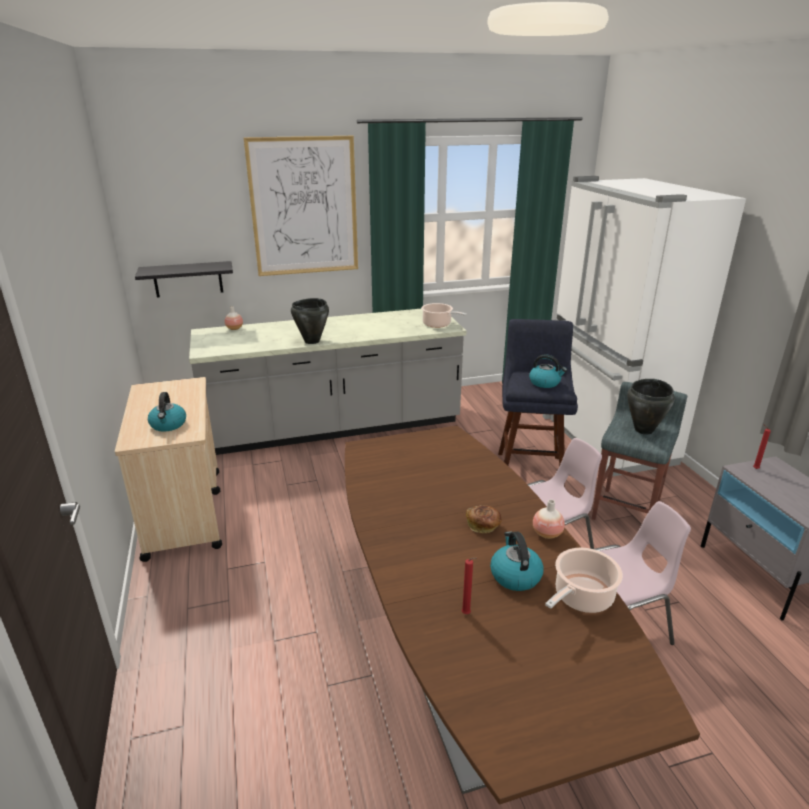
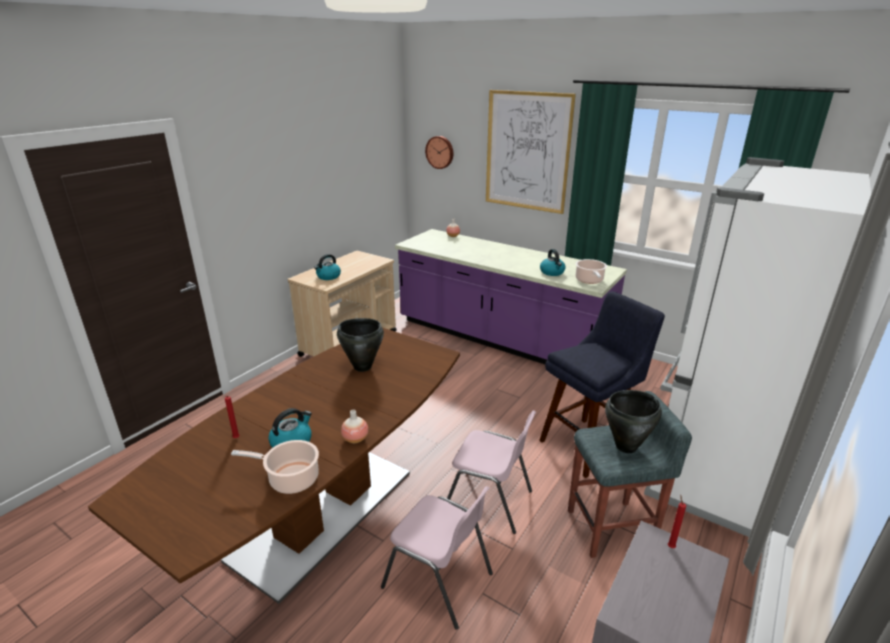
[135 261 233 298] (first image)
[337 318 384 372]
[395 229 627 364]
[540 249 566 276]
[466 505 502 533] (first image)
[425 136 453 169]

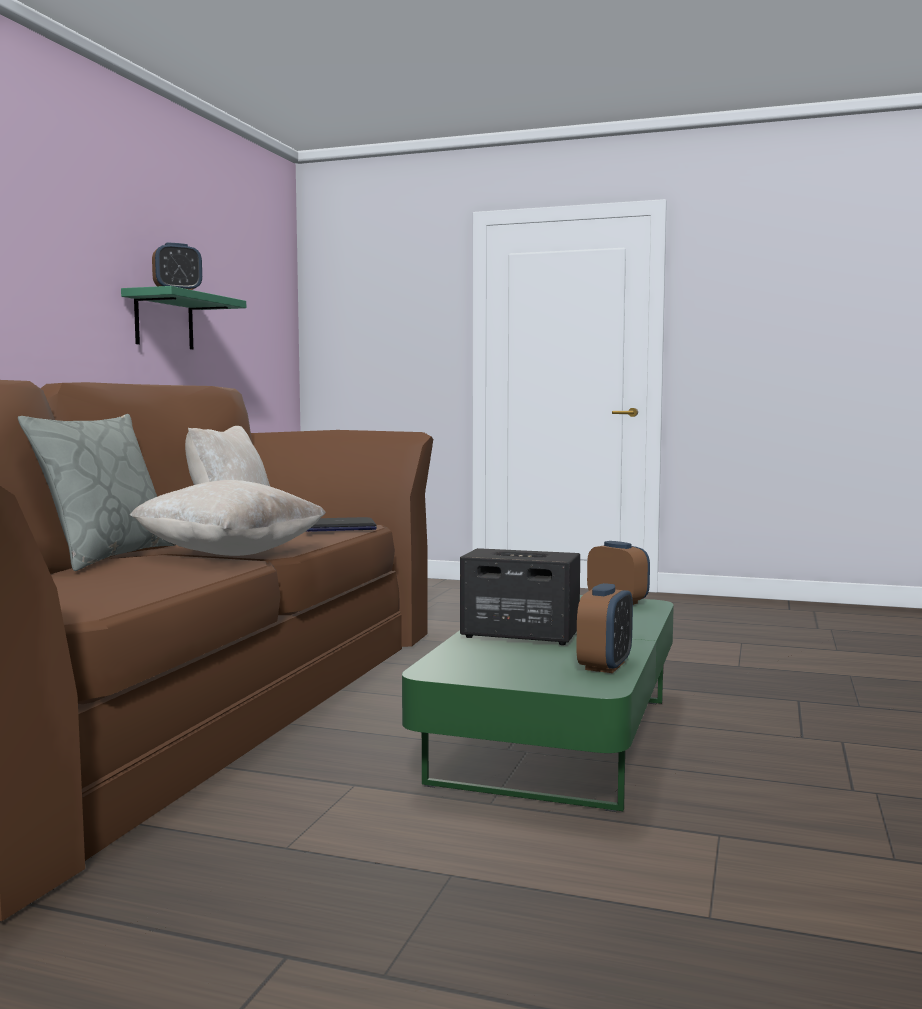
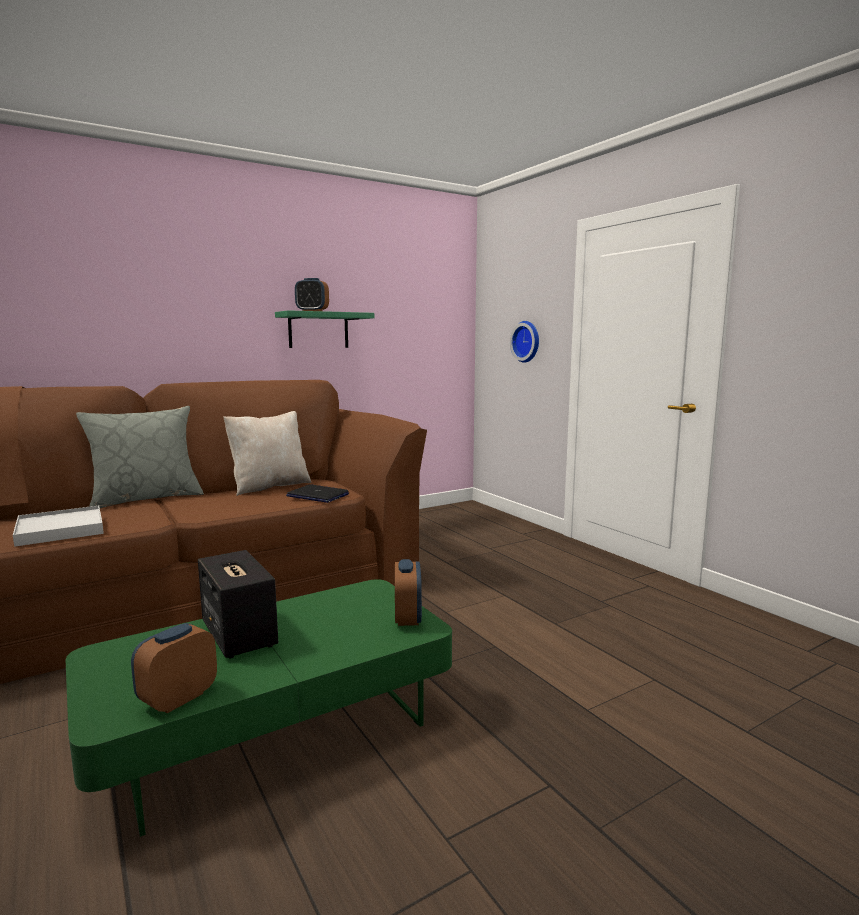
[130 480 326 556] (first image)
[131 623 217 713]
[510 321 539 363]
[13 506 104 547]

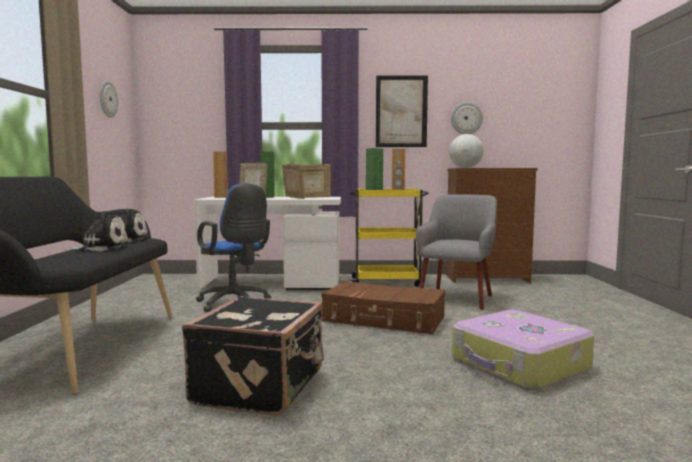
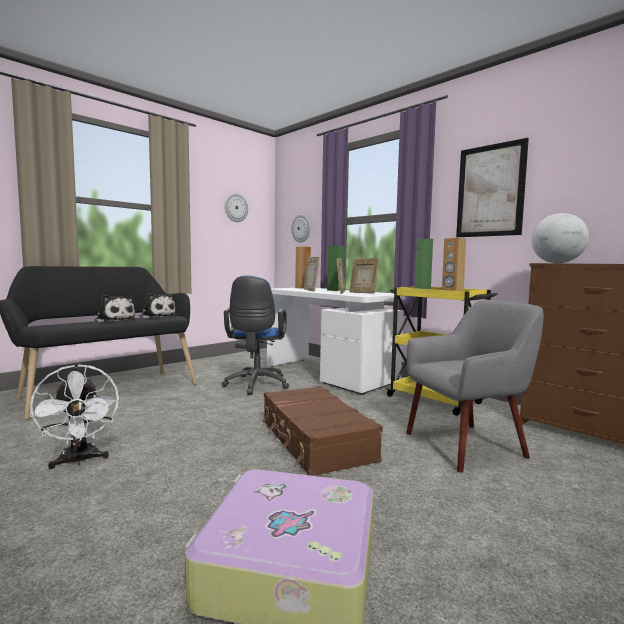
[291 215 310 243]
[29 364 119 469]

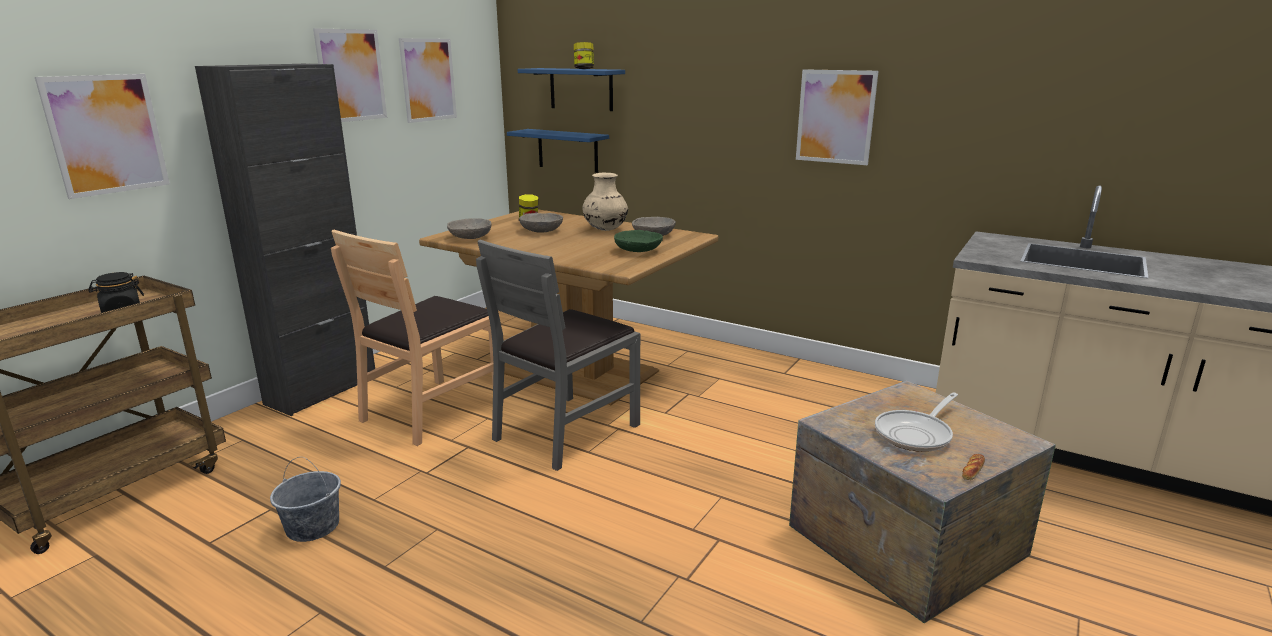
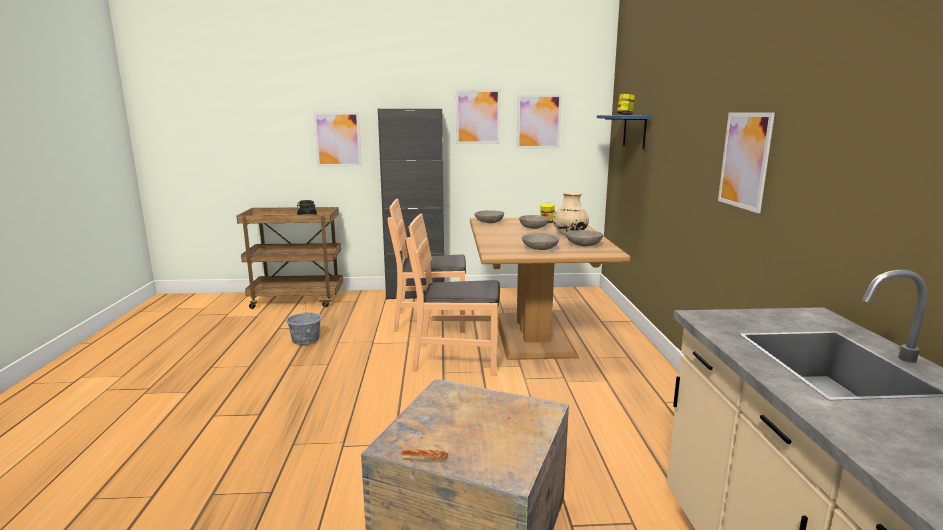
[507 129 609 173] (first image)
[522 233 559 250]
[406 213 500 376]
[875 392 958 452] (first image)

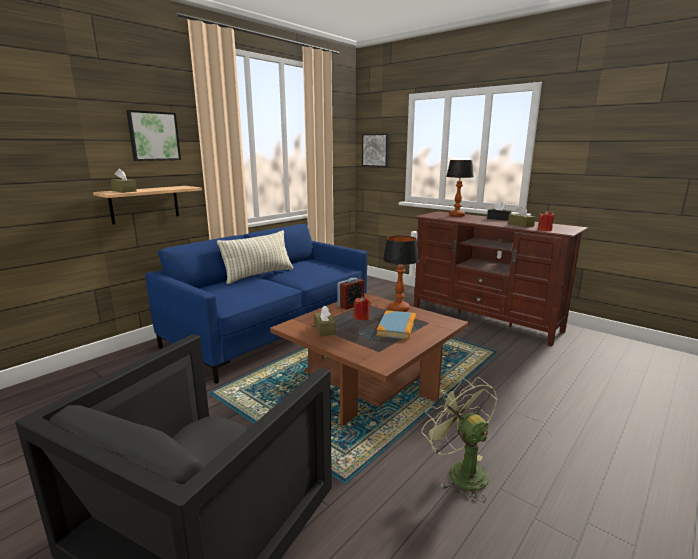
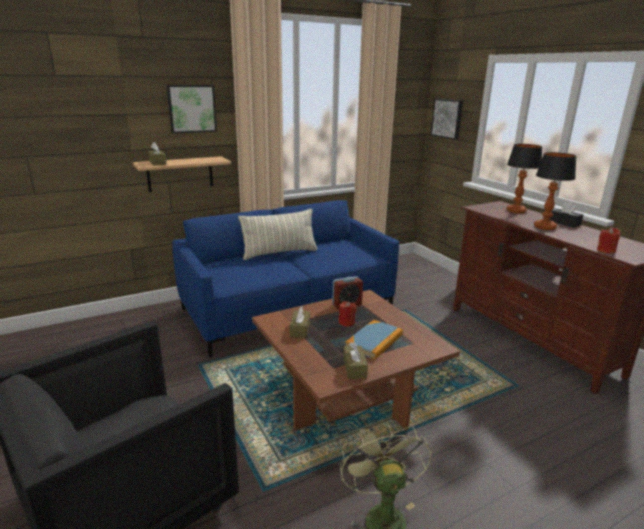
[343 342 368 379]
[534 152 576 230]

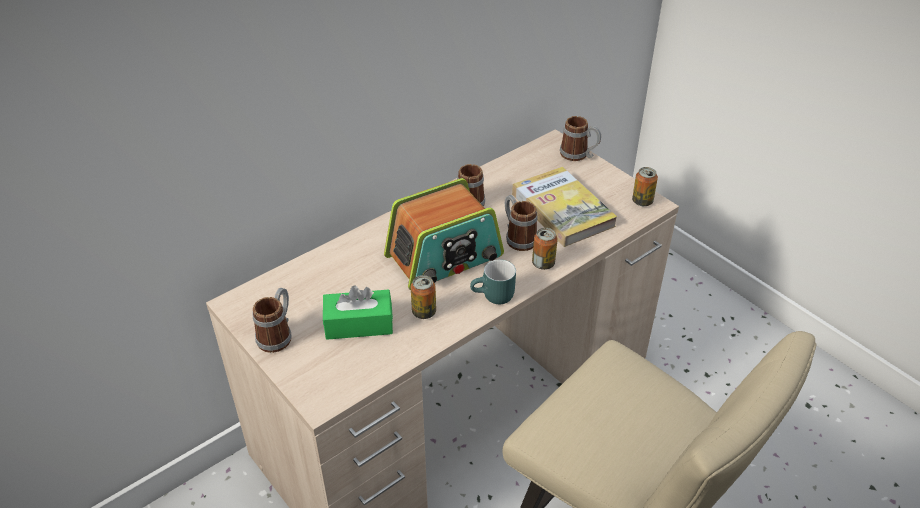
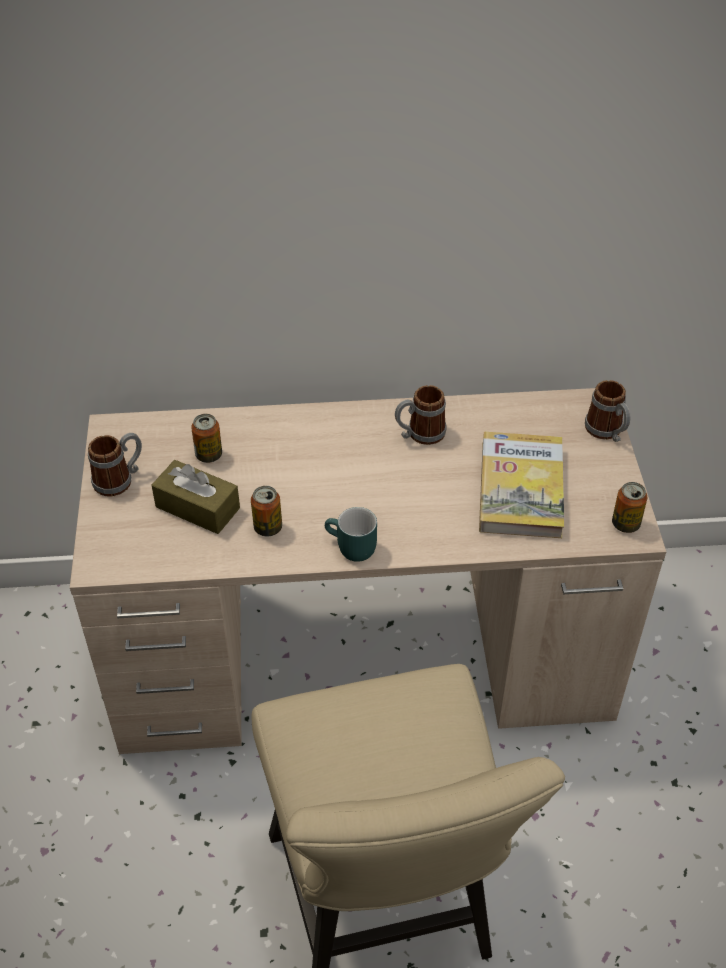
[384 178 504 290] (first image)
[505 195 537 251] (first image)
[191 414 222 463]
[152 460 240 534]

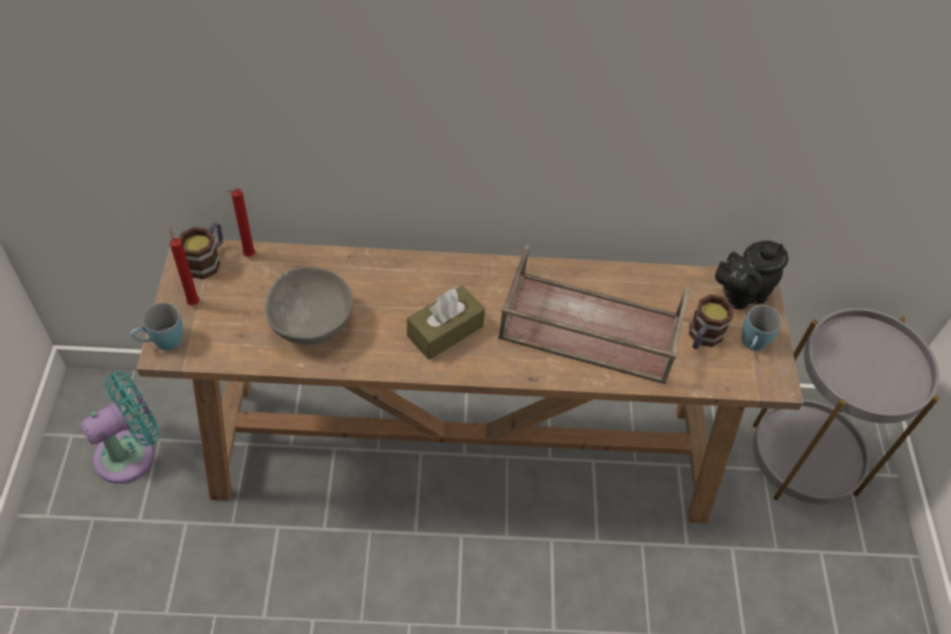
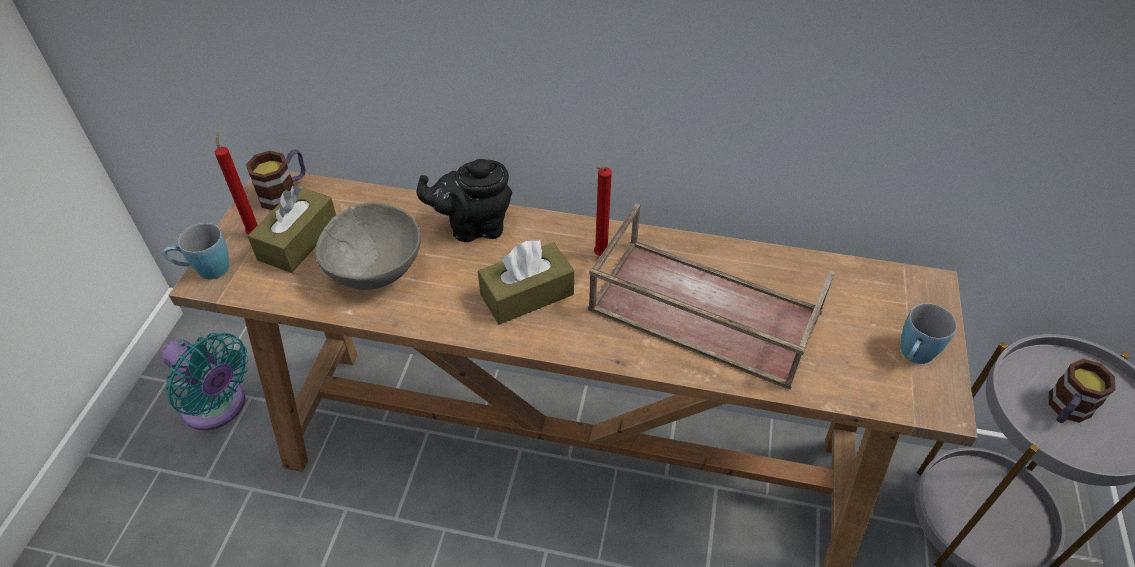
[594 167 612 256]
[417 159 512 242]
[1049 359 1116 423]
[162 332 249 430]
[248 185 336 273]

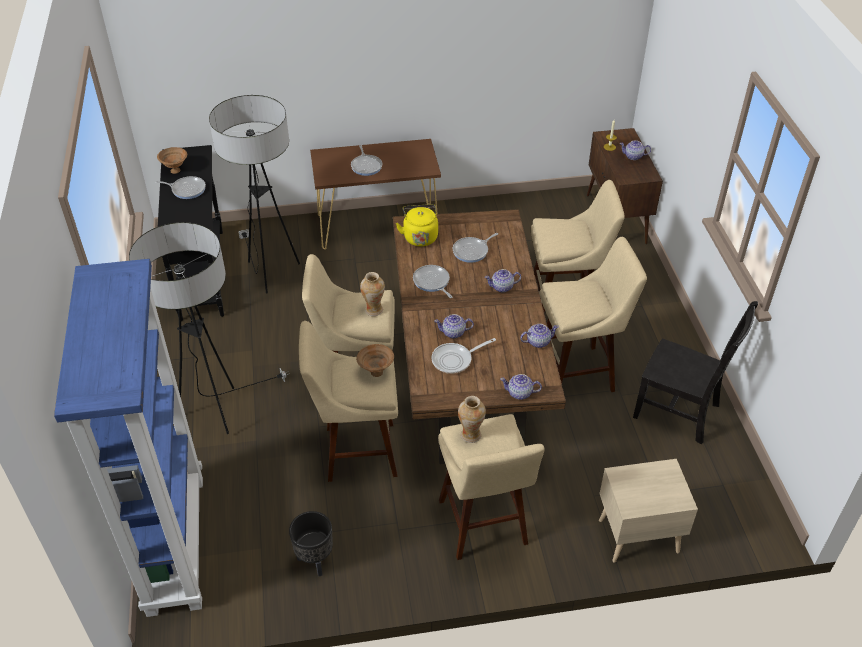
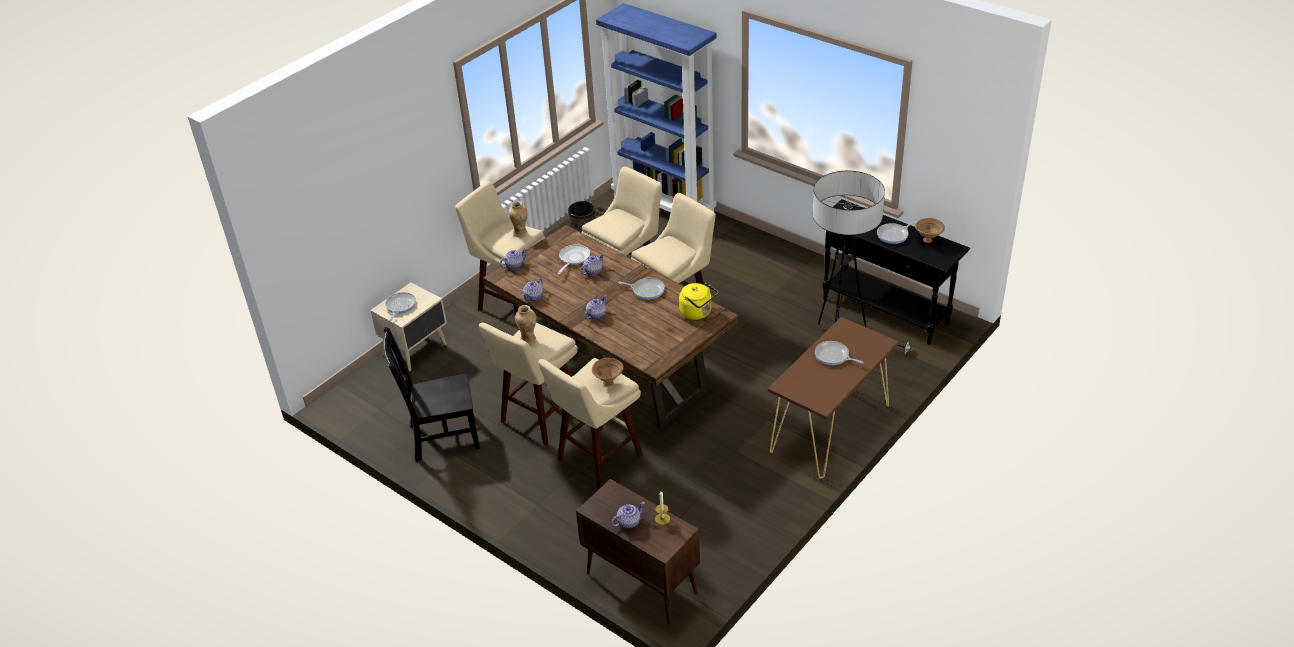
[129 222 290 434] (first image)
[385 292 416 321]
[515 305 536 344]
[592 358 623 386]

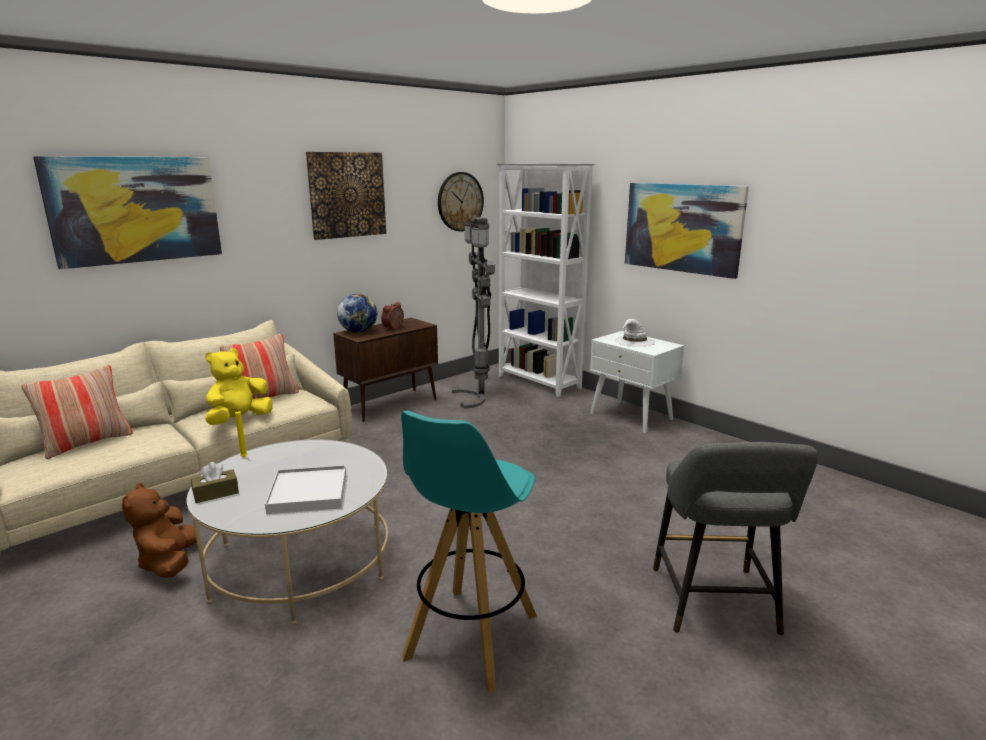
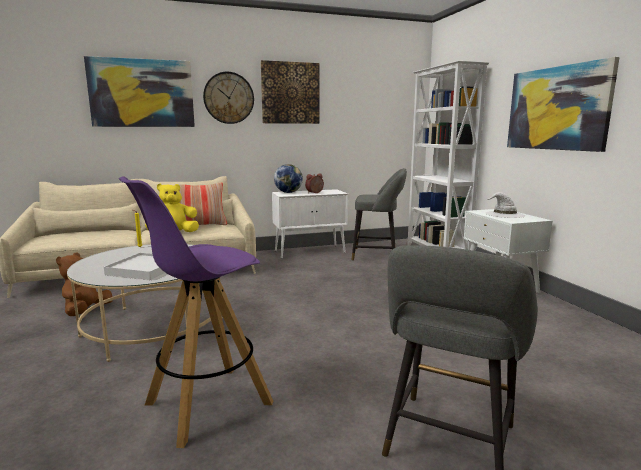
[203 72 254 124]
[351 168 407 261]
[272 189 348 259]
[21 365 133 459] (first image)
[119 176 273 448]
[191 462 239 503] (first image)

